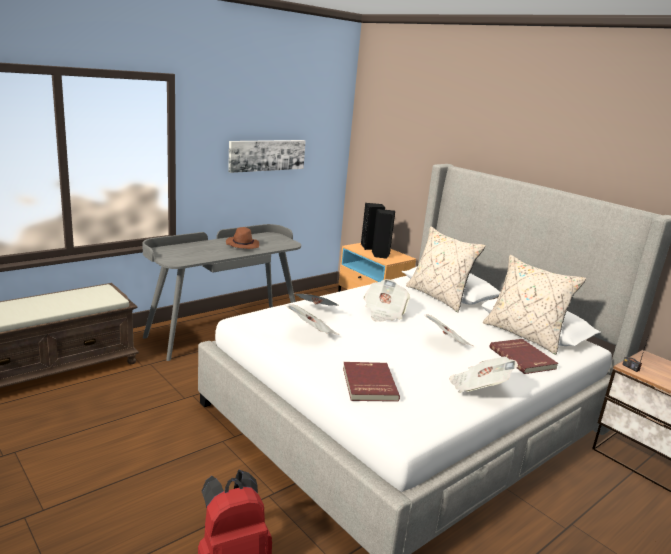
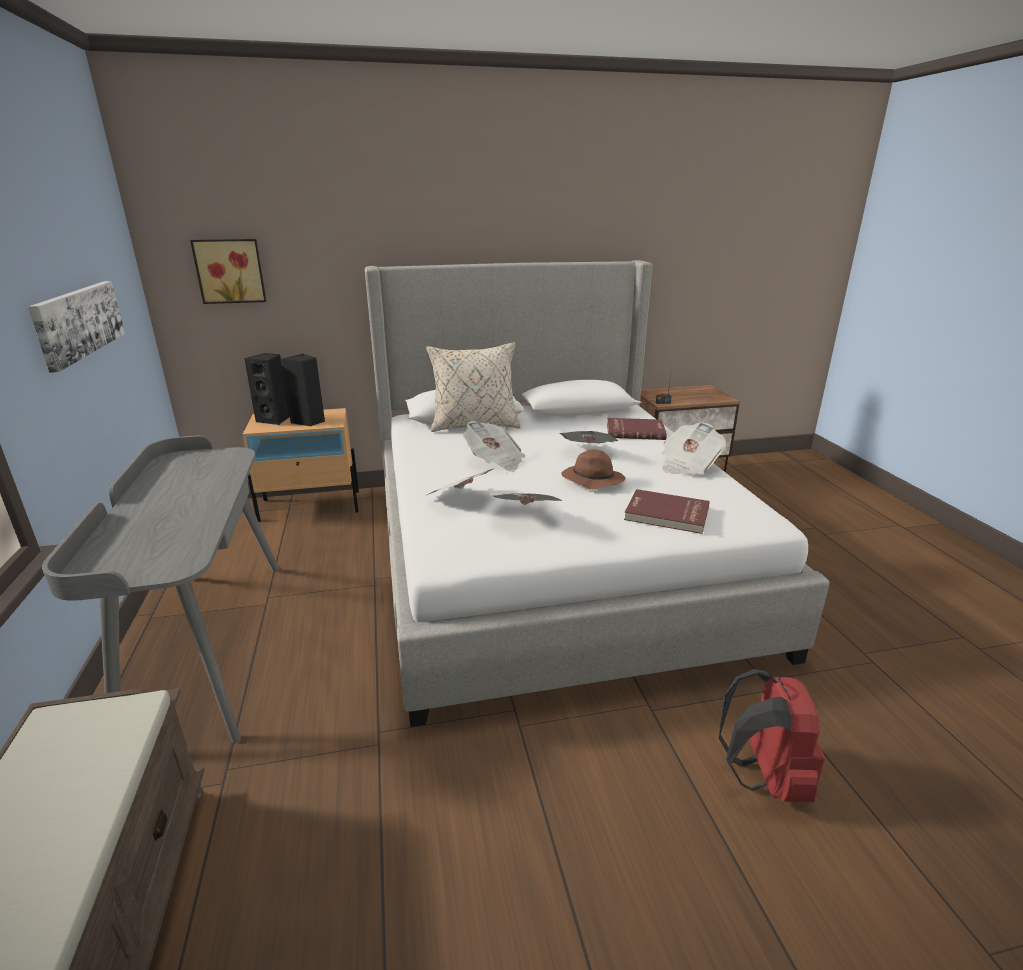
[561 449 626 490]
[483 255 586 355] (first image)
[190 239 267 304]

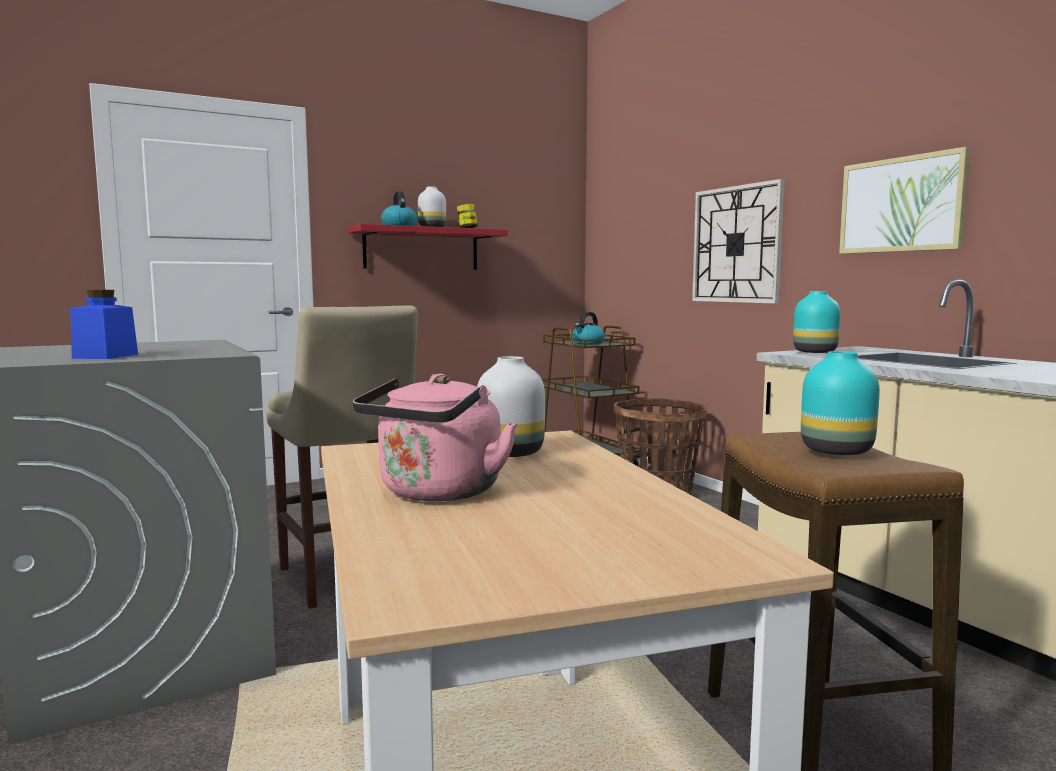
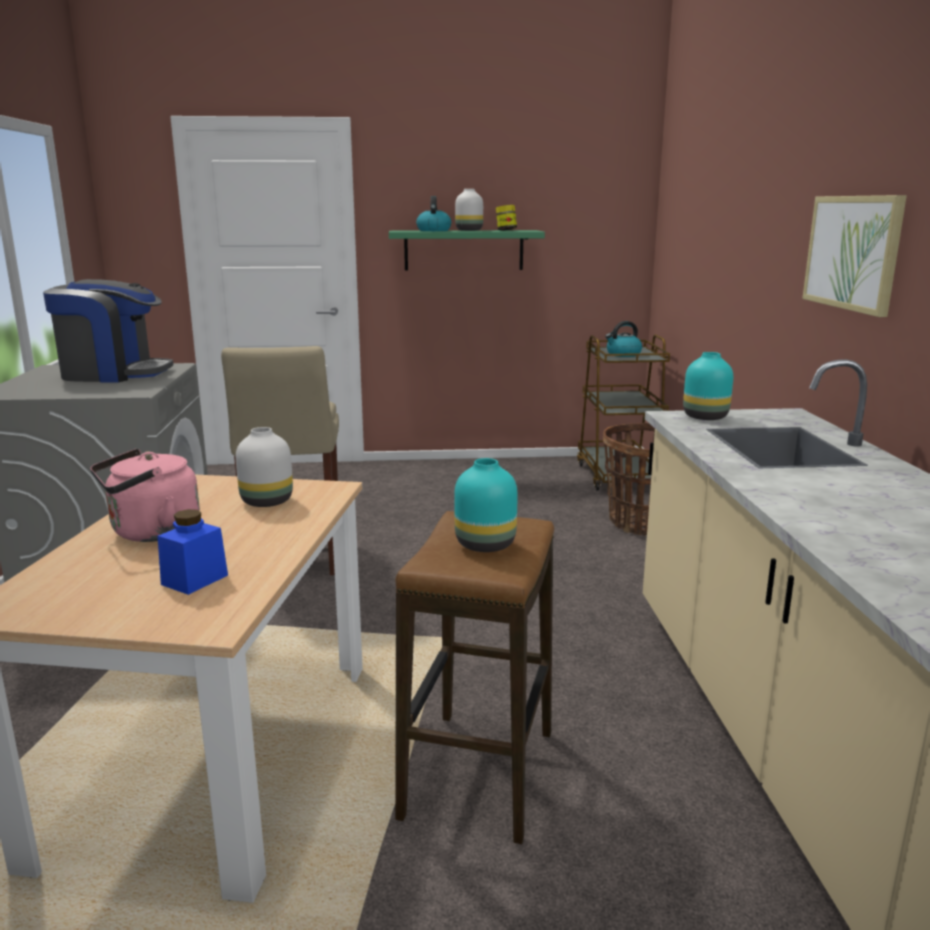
[692 179 785 304] (first image)
[389 230 545 271]
[158 509 228 595]
[43 279 173 382]

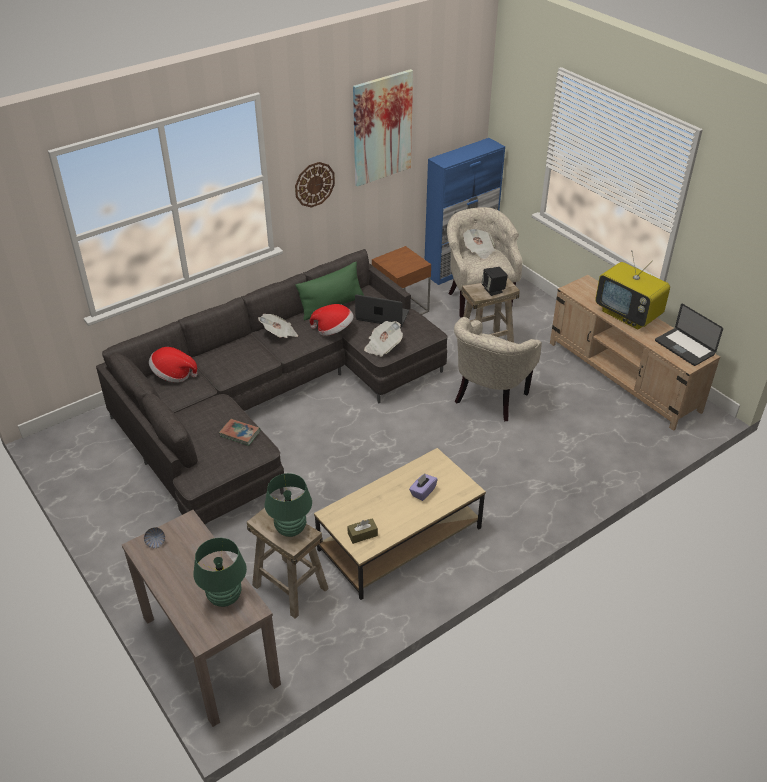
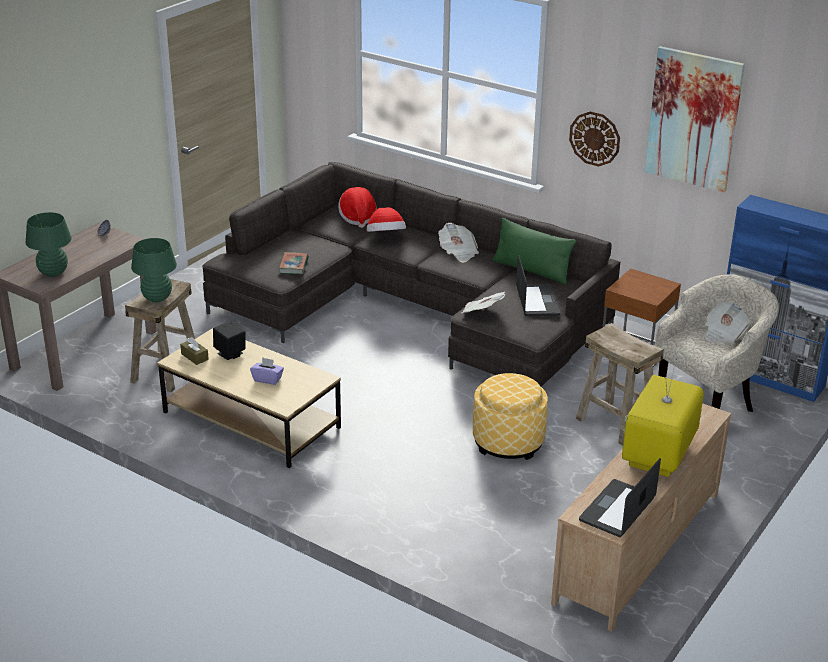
[213 321 245 360]
[367 207 406 232]
[473 373 548 460]

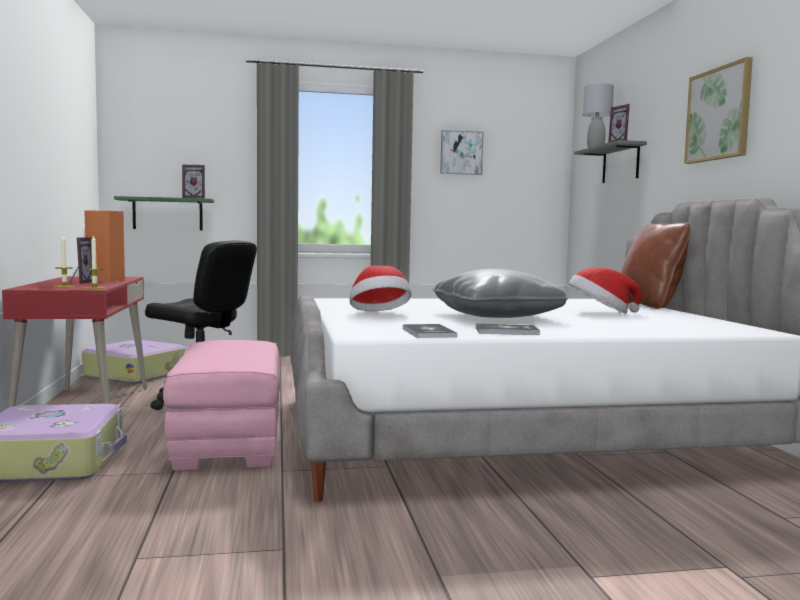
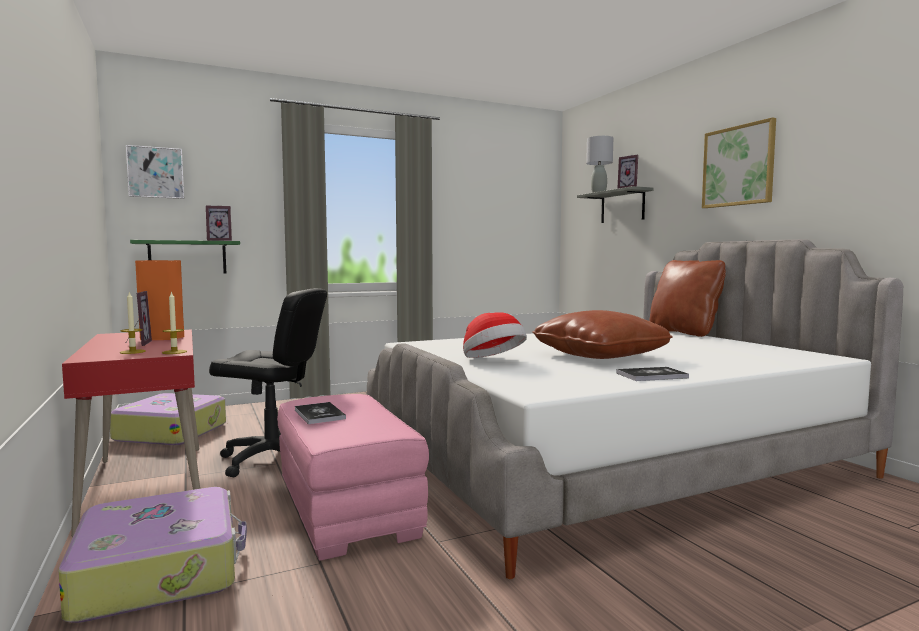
[126 145 184 199]
[569 267 641 314] (first image)
[532 310 673 359]
[295 402 346 424]

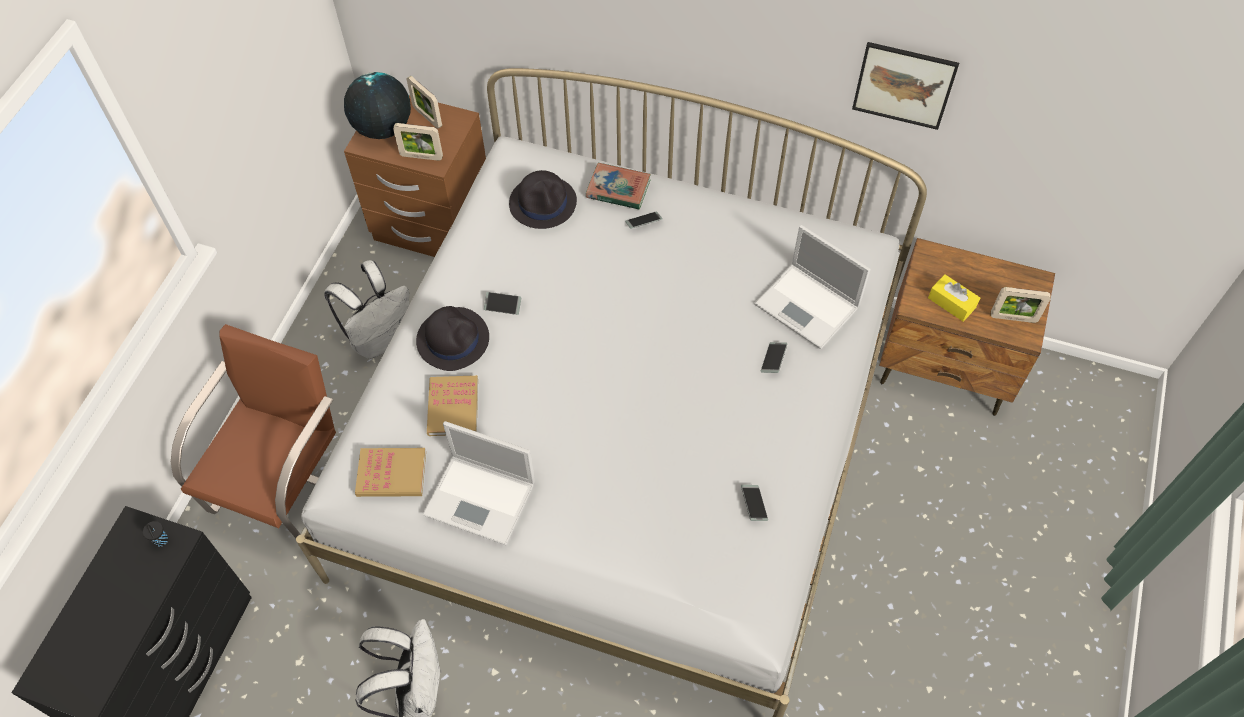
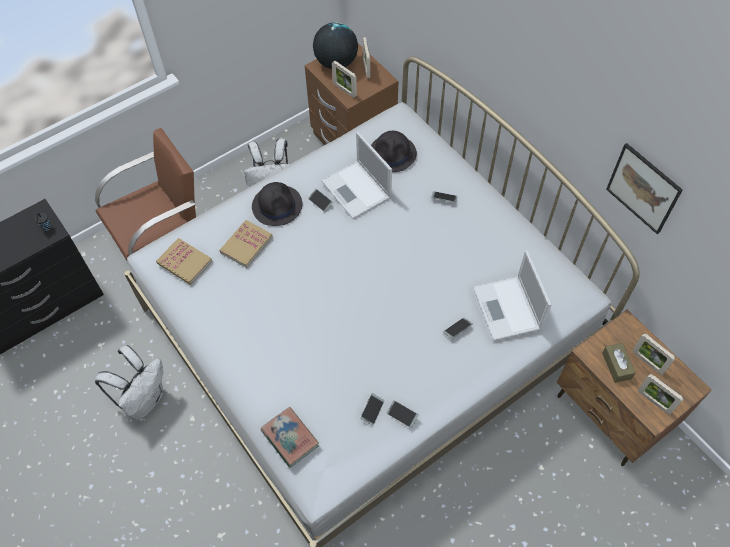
[261 407 319 468]
[602 343 636 383]
[321 132 392 219]
[632 333 675 375]
[387 400 419 428]

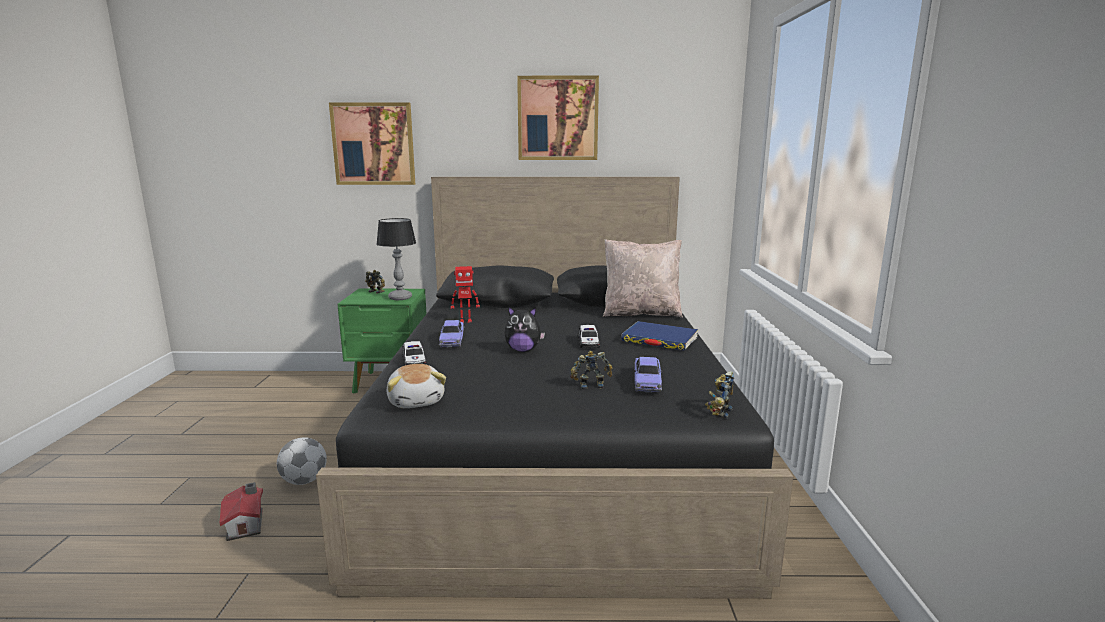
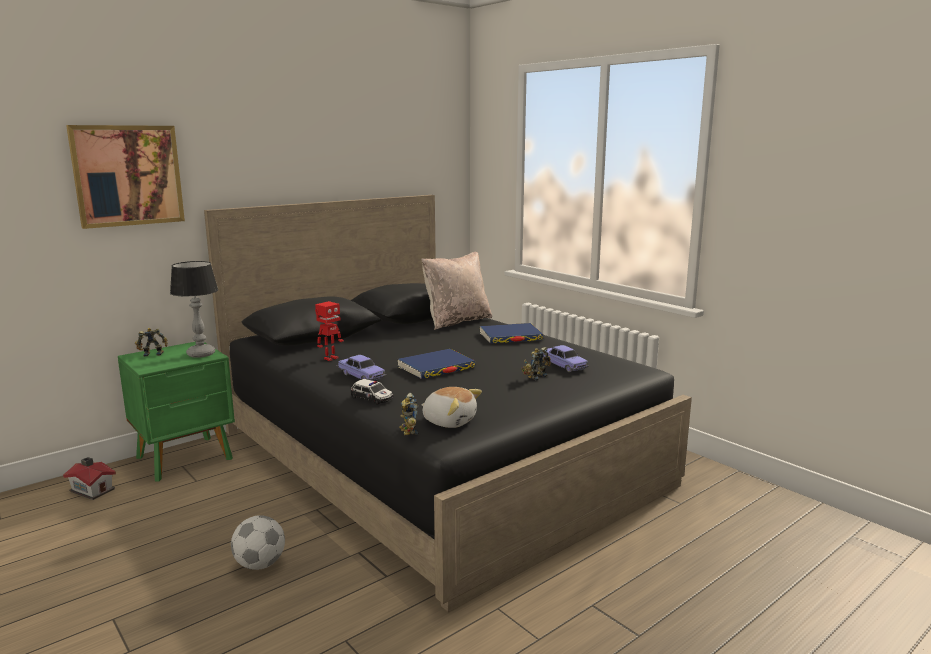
[517 76 599 160] (first image)
[398 349 476 379]
[578 325 600 348] (first image)
[399 393 418 435]
[63 457 116 500]

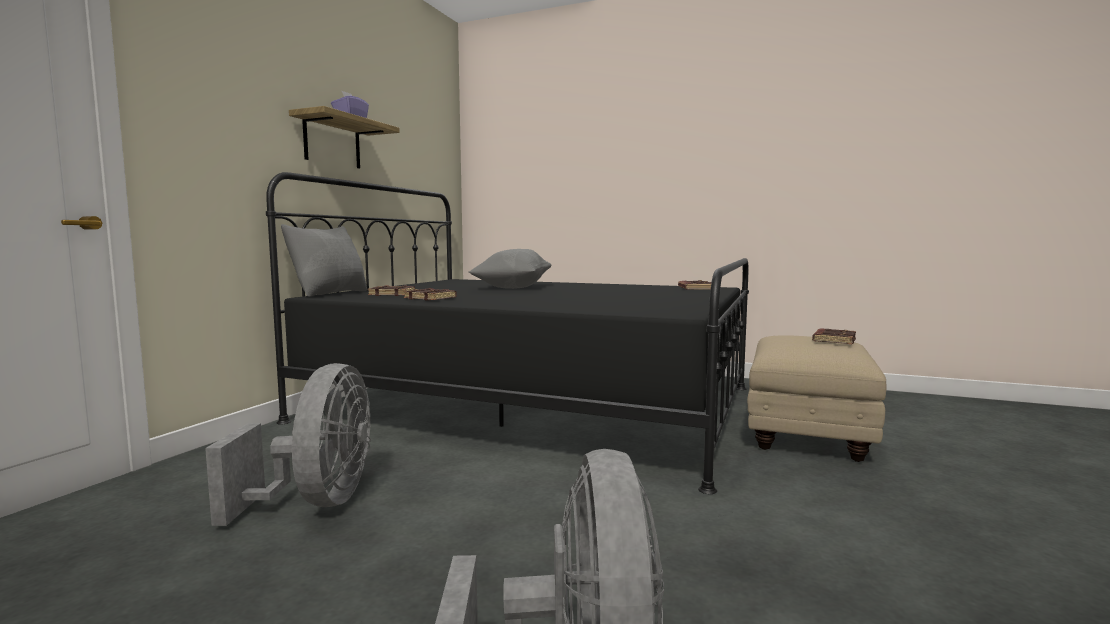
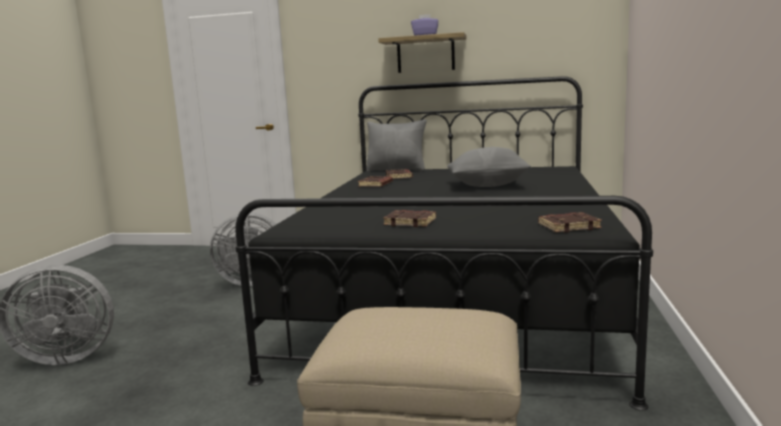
[383 210 436 227]

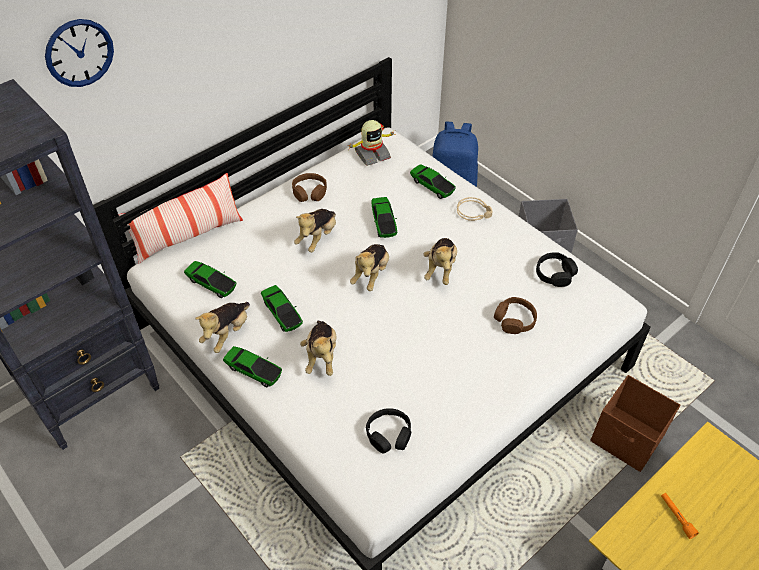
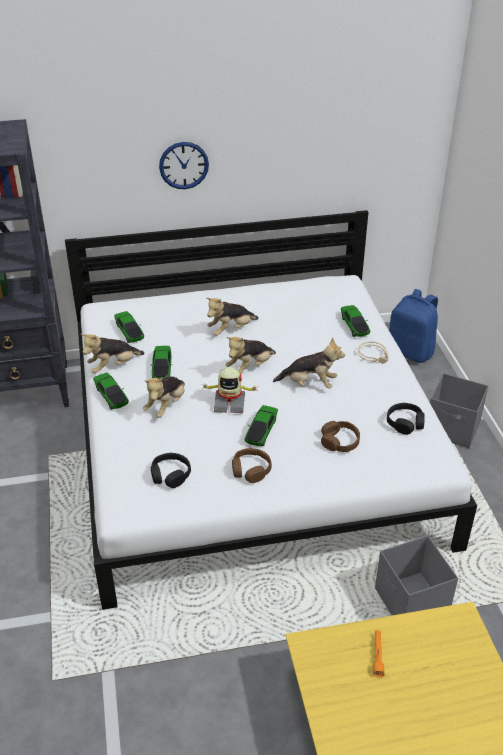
[159 142 209 189]
[201 367 258 413]
[118 173 243 264] (first image)
[232 448 272 483]
[244 405 278 446]
[273 337 345 388]
[375 535 458 615]

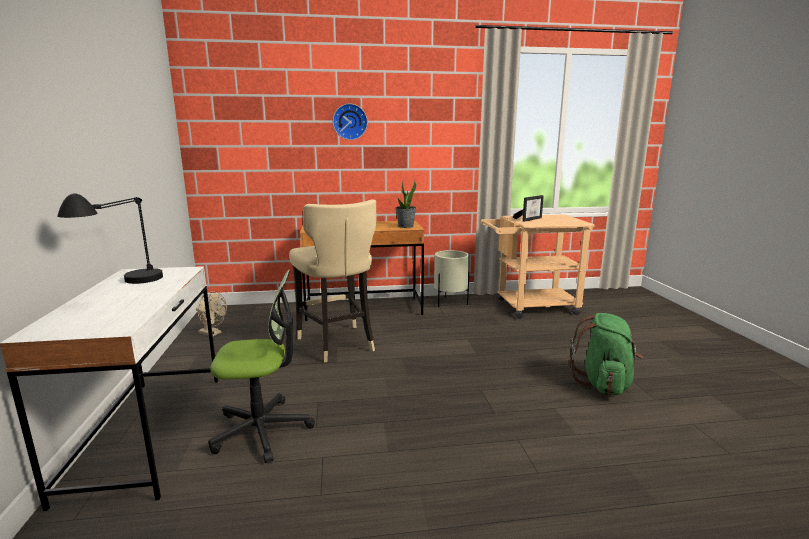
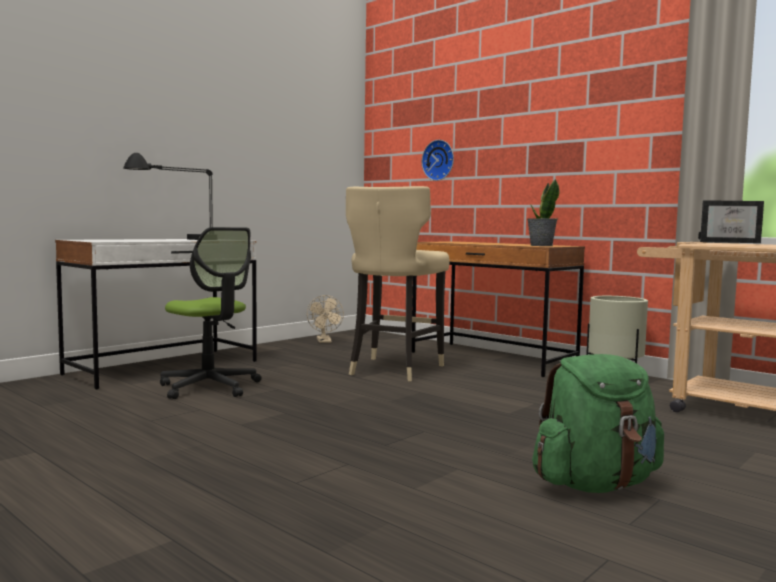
[422 140 454 181]

